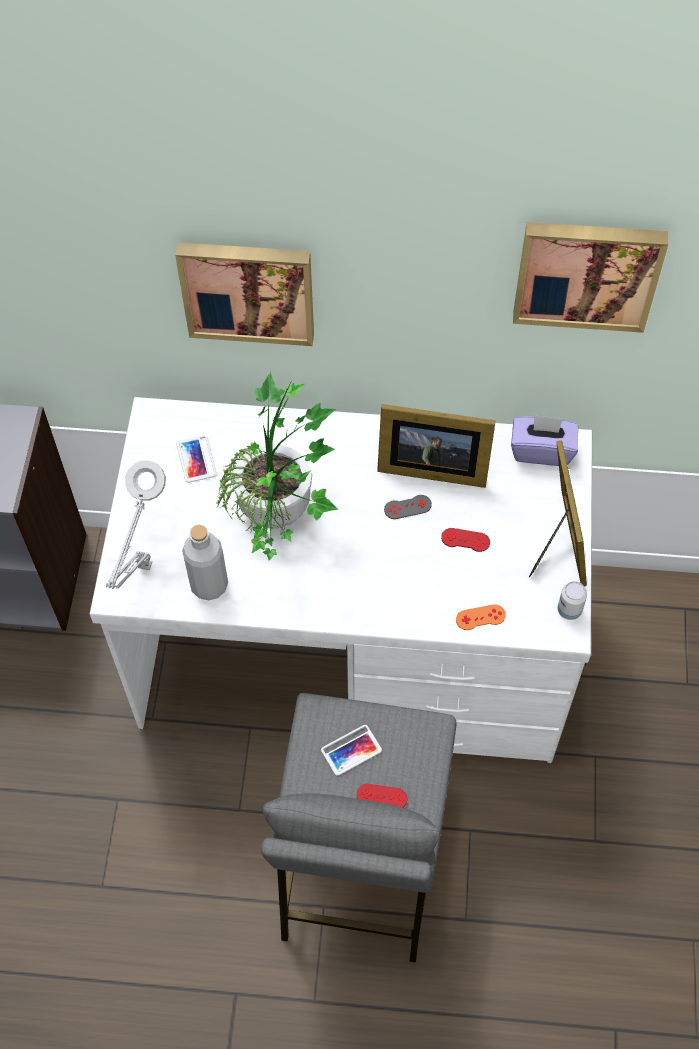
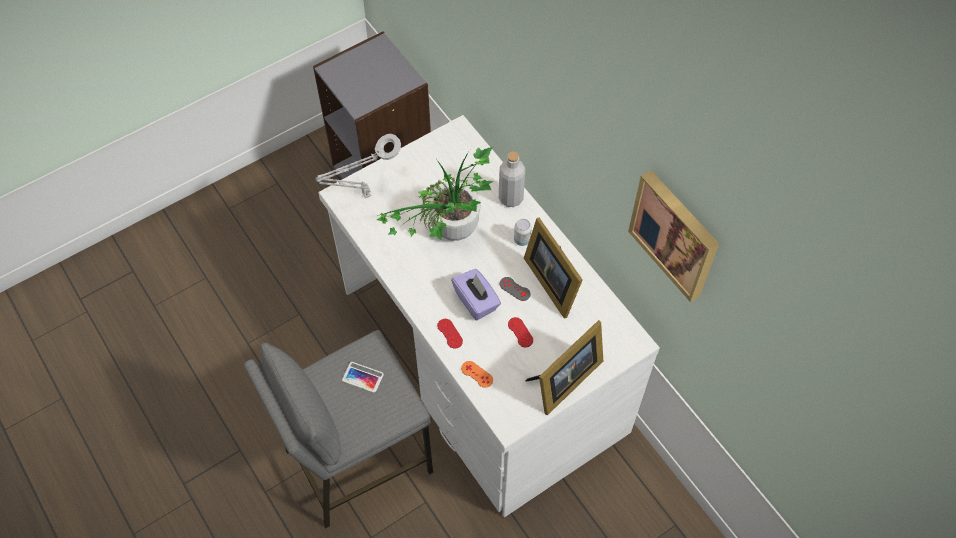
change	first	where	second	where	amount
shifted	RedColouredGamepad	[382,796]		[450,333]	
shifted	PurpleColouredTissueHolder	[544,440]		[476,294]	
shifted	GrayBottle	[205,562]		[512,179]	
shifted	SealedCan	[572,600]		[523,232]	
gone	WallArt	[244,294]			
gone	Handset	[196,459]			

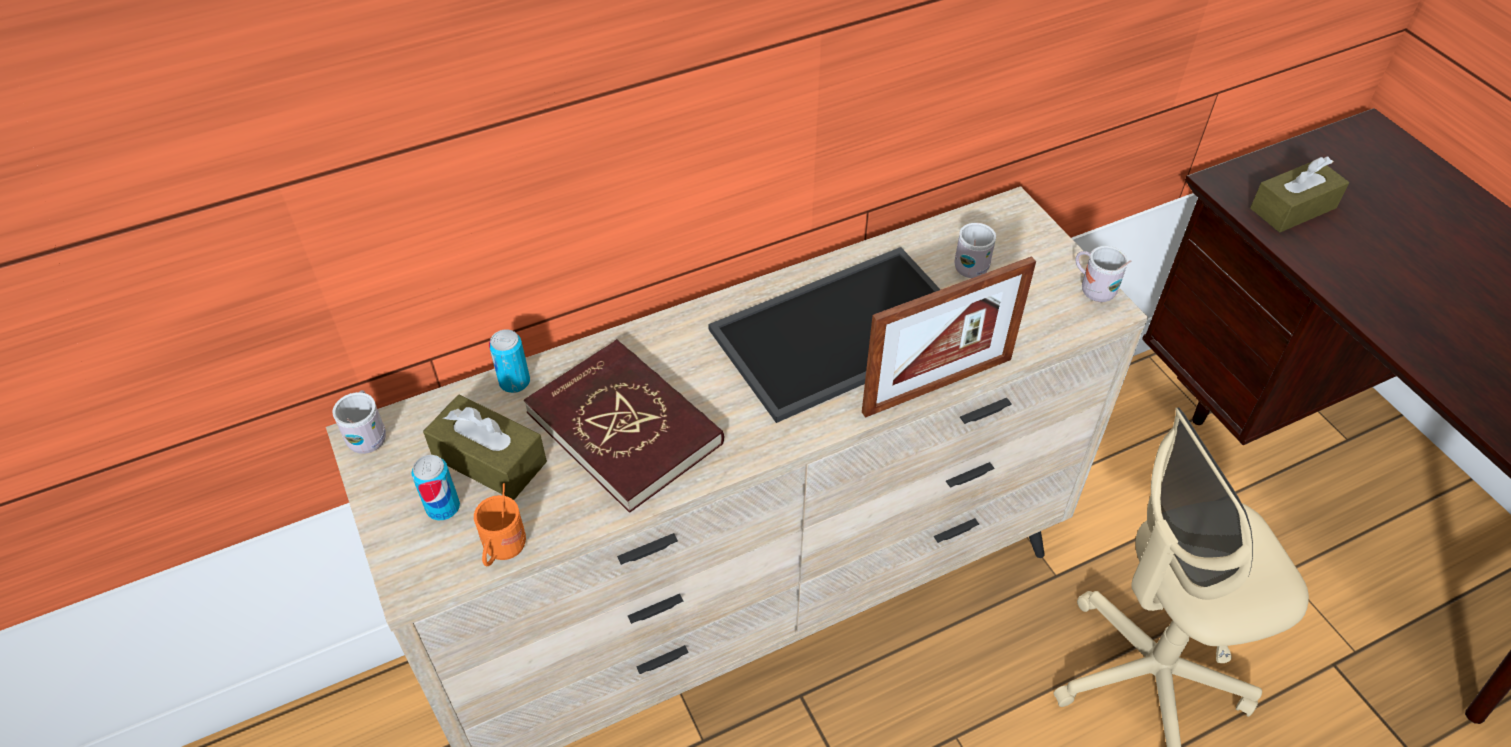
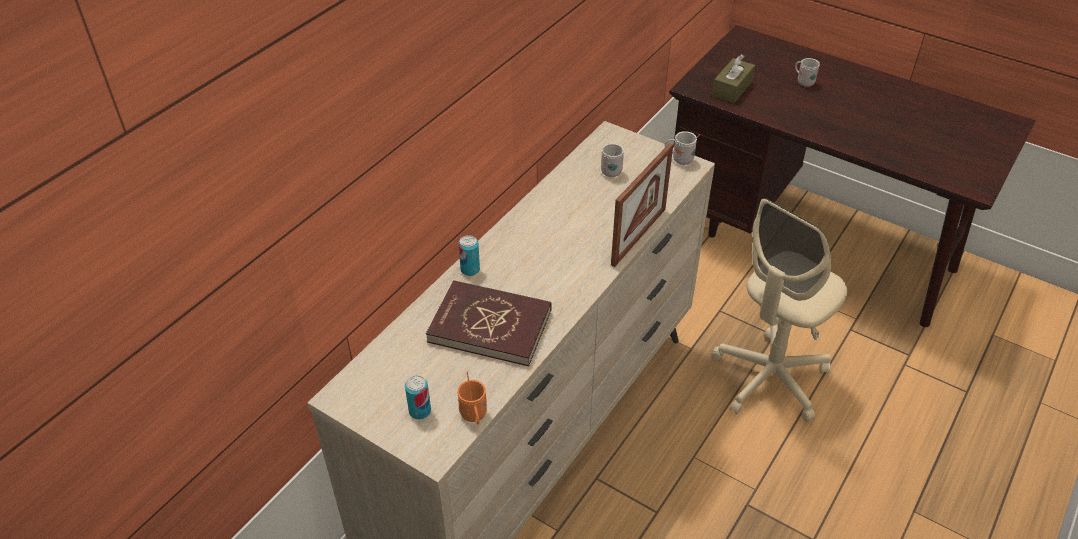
change	first	where	second	where	amount
shifted	SealedCan	[509,361]		[469,255]	
shifted	WhitishCoffeeMug	[359,422]		[807,72]	
gone	BrownishTissueHolder	[485,447]			
gone	ServingTray	[824,335]			

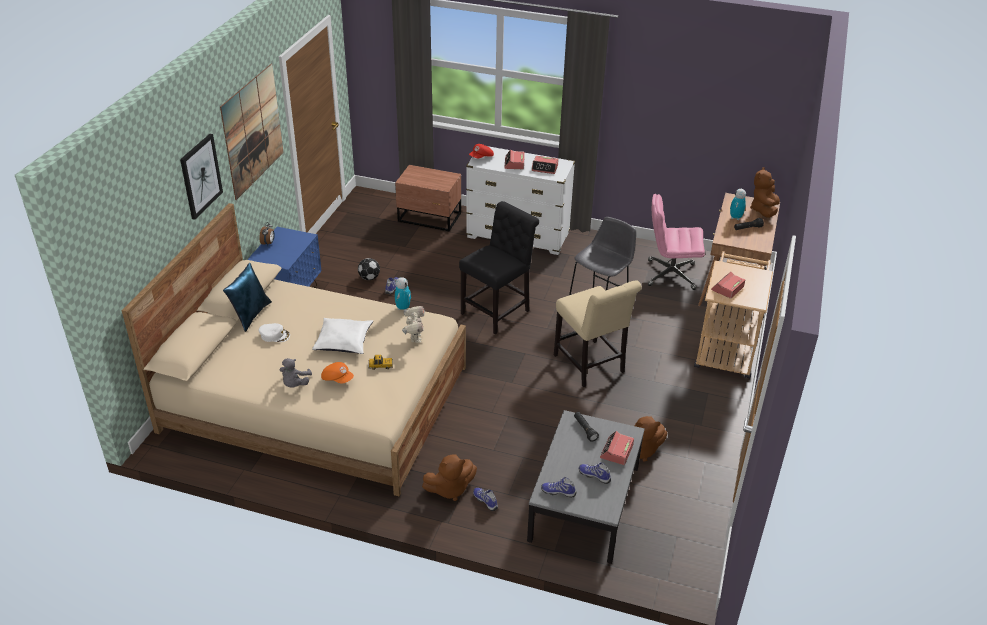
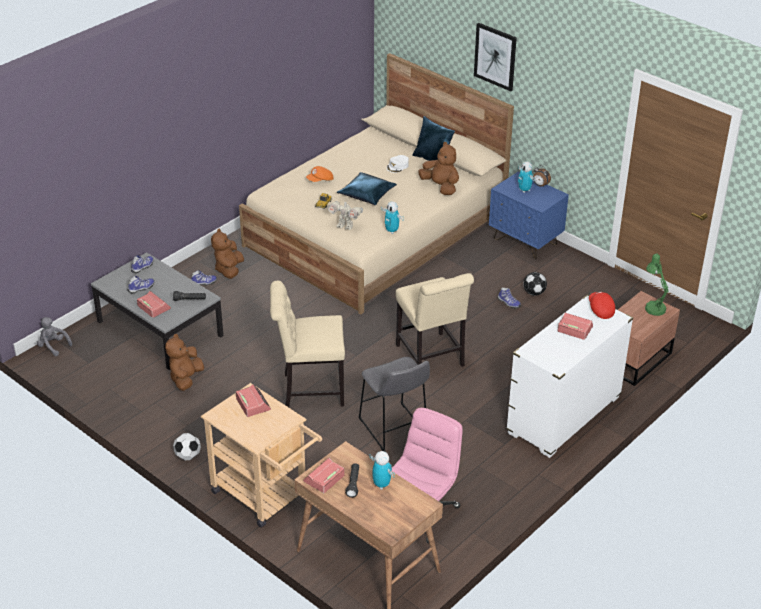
change	first	where	second	where	amount
shifted	GrayPlushToy	[295,372]		[54,336]	
new			Football	[187,446]	
shifted	TableClock	[545,165]		[323,475]	
repainted	WhitishPillow	[342,336]	BluePillow	[367,188]	
repainted	BlackUprightChair	[499,267]	SandColouredUprightChair	[435,320]	
shifted	BrownishPlushToy	[765,192]		[438,168]	
new			ToyRobot	[526,177]	
new			GreenTableLamp	[657,284]	
gone	WallArt	[252,132]			

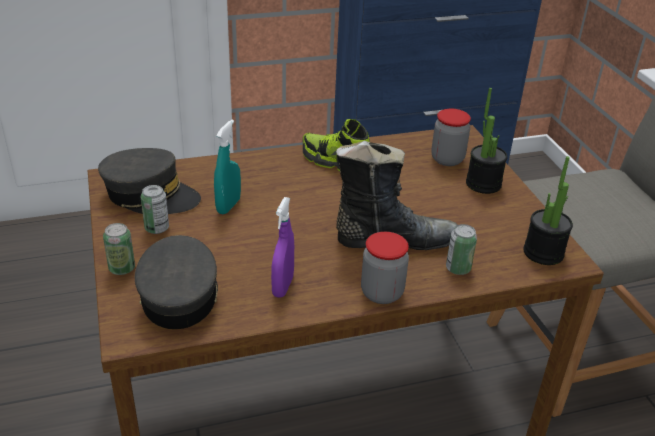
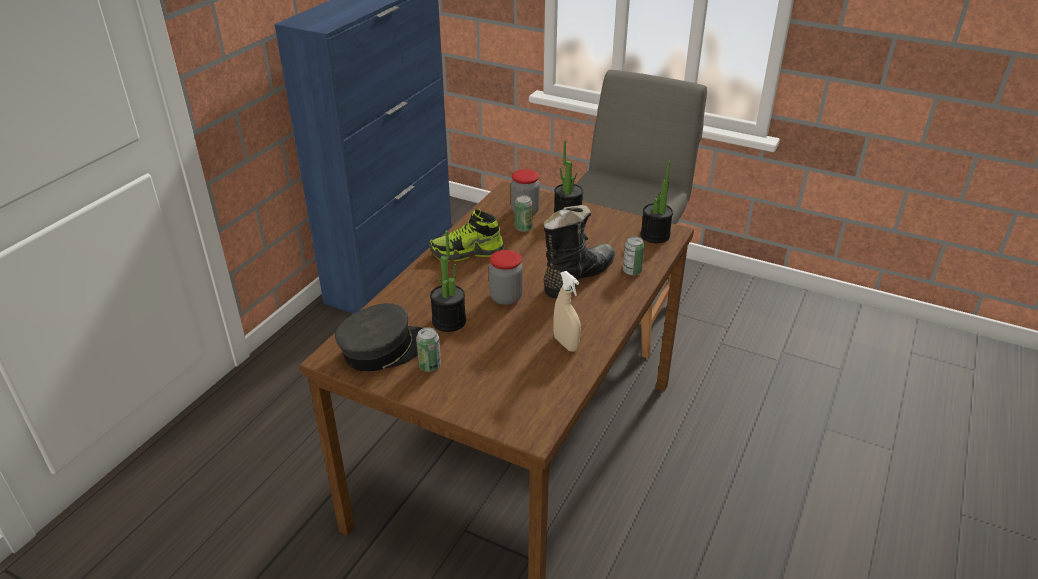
change	first	where	second	where	amount
swapped	TurquoiseHandSprayer	[227,167]	Houseplant	[448,281]	
shifted	Jar	[385,268]		[506,277]	
shifted	SealedCan	[119,249]		[524,213]	
repainted	PurpleColouredHandSprayer	[282,247]	SandColouredHandSprayer	[567,311]	
gone	GrayPeakedCap	[176,282]			

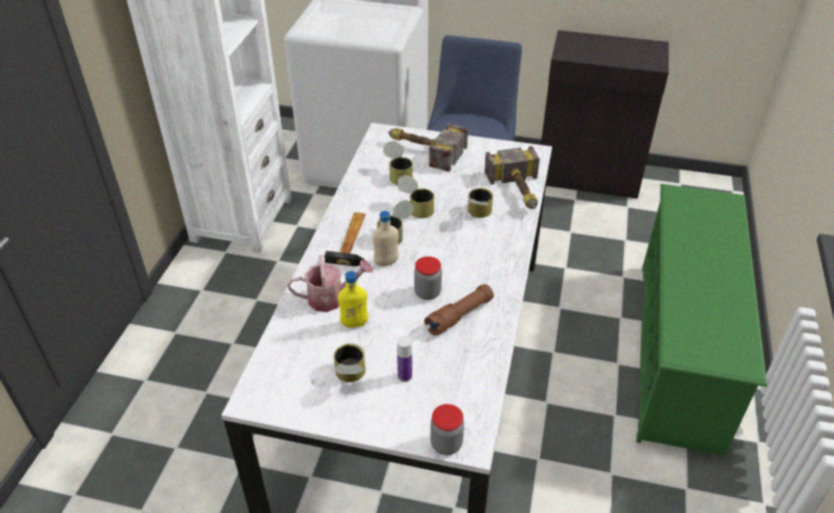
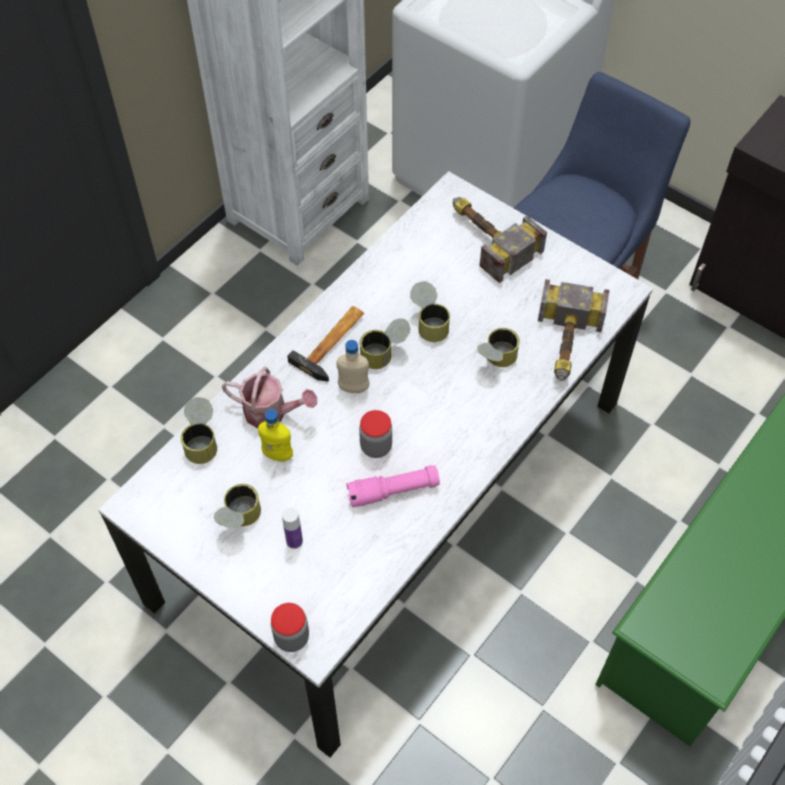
change	first	where	second	where	amount
shifted	SealedCan	[398,163]		[199,430]	
repainted	BrownishFlashlight	[459,310]	PinkishFlashlight	[393,486]	

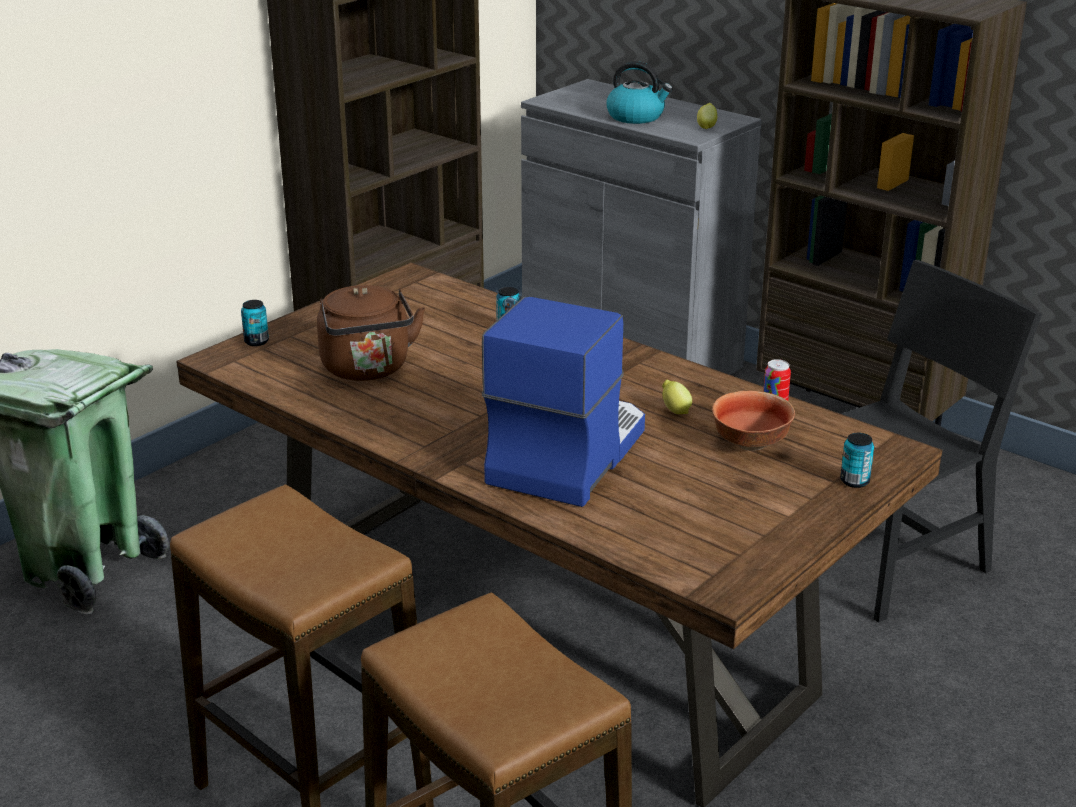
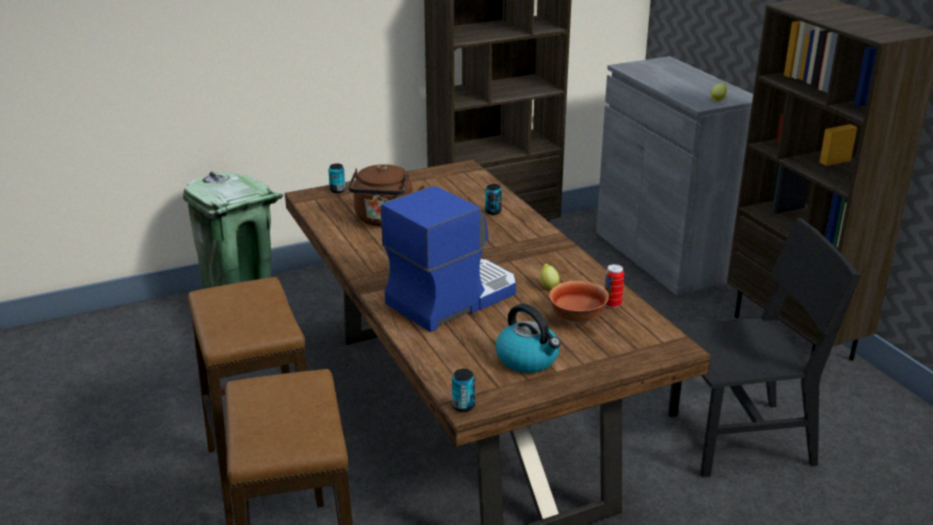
change	first	where	second	where	amount
shifted	SealedCan	[857,460]		[463,390]	
shifted	Kettle	[639,92]		[528,338]	

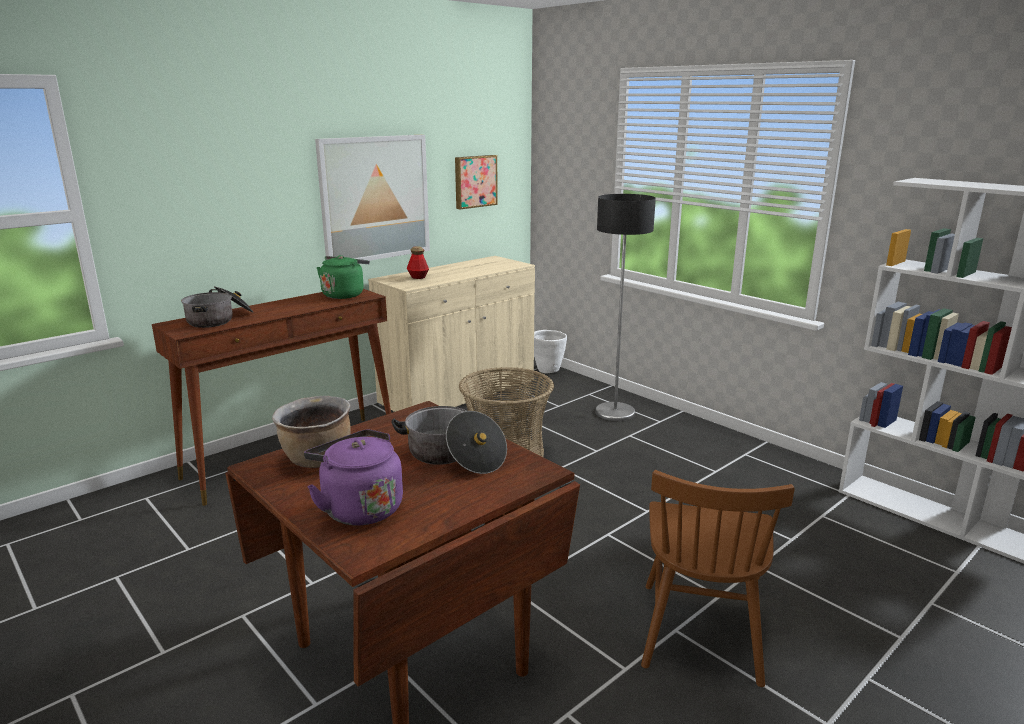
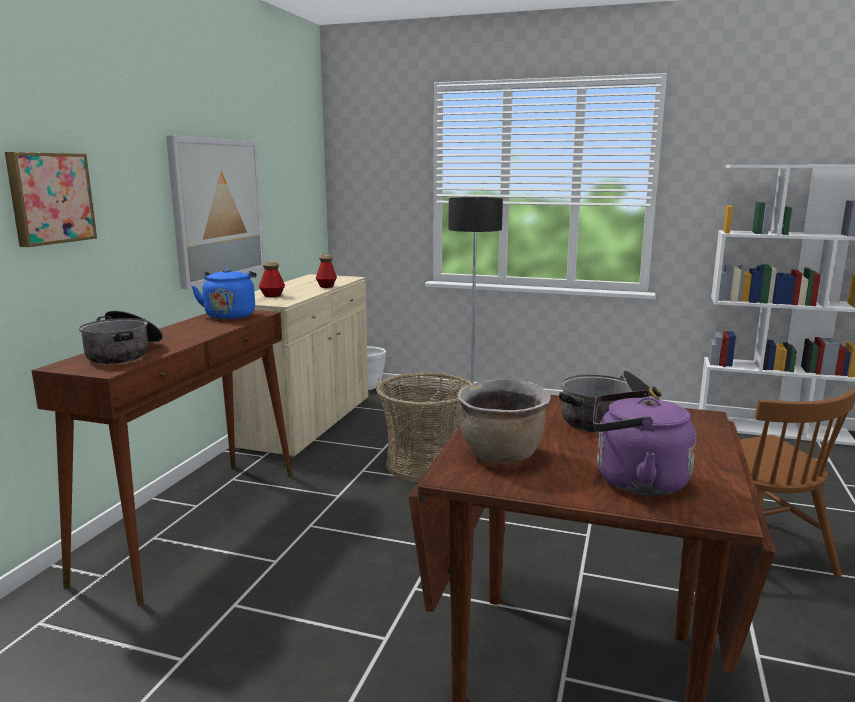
change	first	where	second	where	amount
shifted	WallArt	[476,182]		[51,199]	
repainted	GreenKettle	[343,277]	BlueKettle	[224,293]	
new			Bottle	[326,271]	

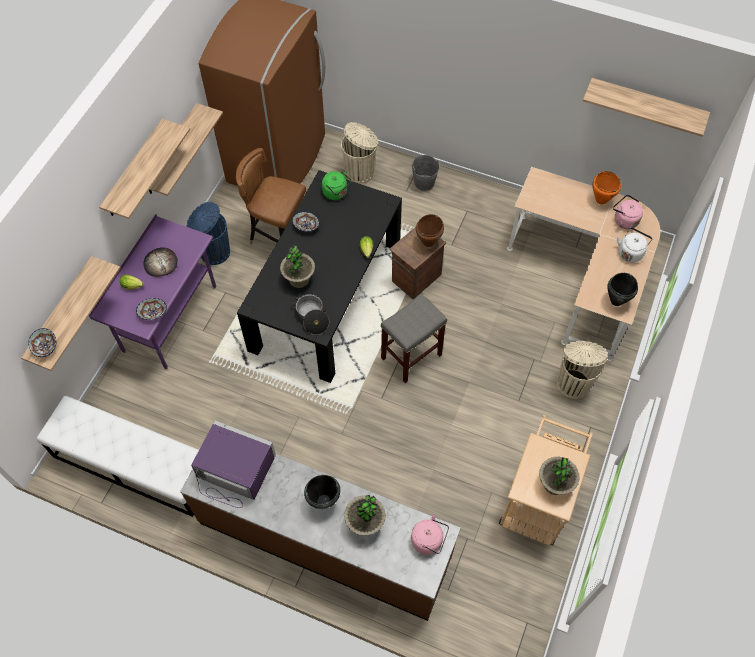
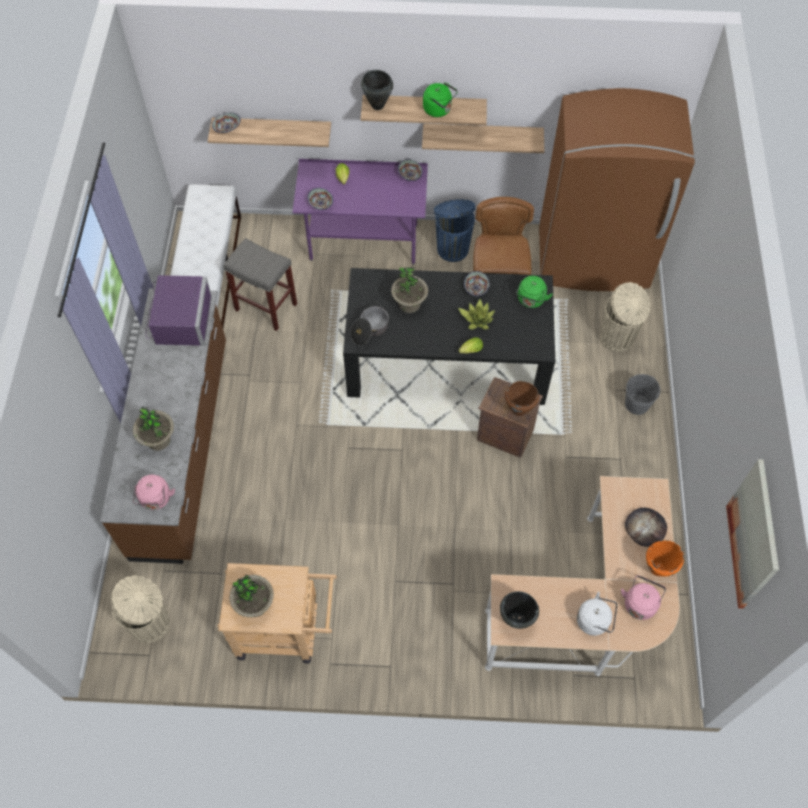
change	first	where	second	where	amount
shifted	SandColouredWasteBin	[582,370]		[139,609]	
shifted	GraySittingStool	[414,338]		[260,284]	
shifted	BlackStockpot	[322,492]		[377,90]	
new			Bowl	[410,170]	
new			GreenKettle	[440,99]	
new			Houseplant	[476,314]	
shifted	Bread	[160,262]		[646,527]	
swapped	WallShelf	[646,107]	WallArt	[752,534]	

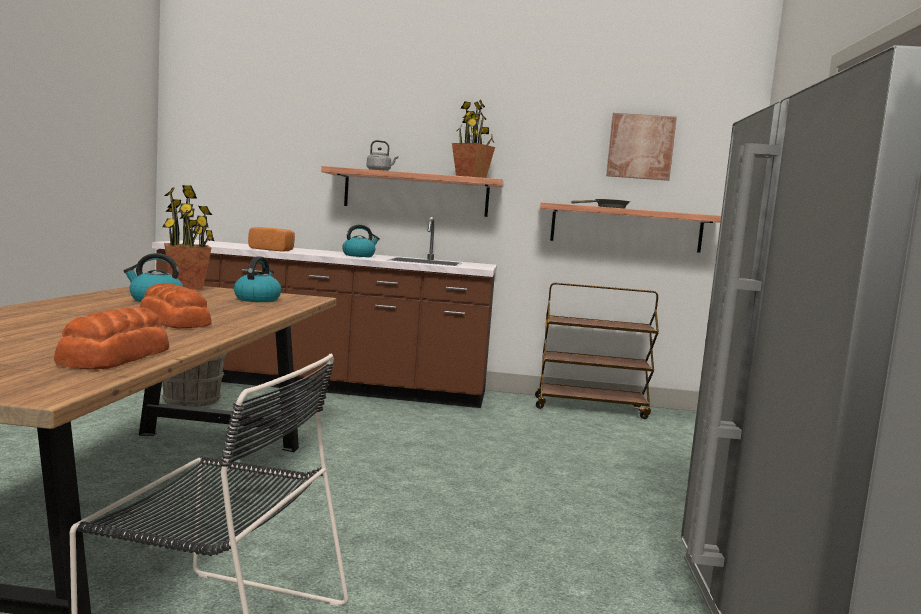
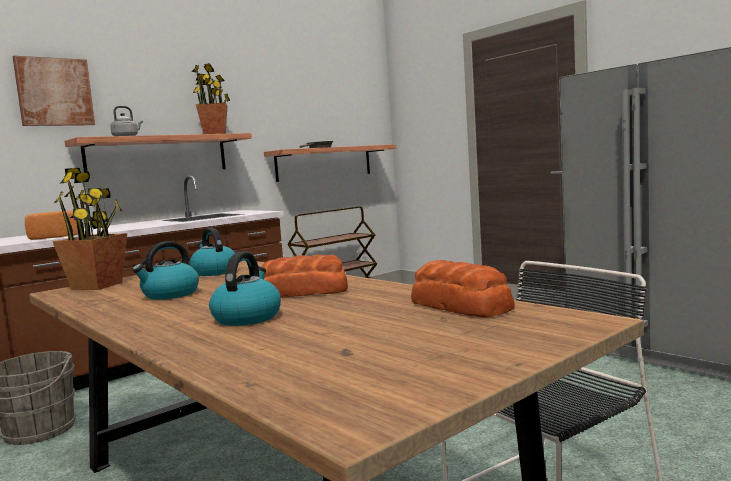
change	first	where	second	where	amount
shifted	WallArt	[641,147]		[54,91]	
shifted	Kettle	[361,241]		[245,289]	

